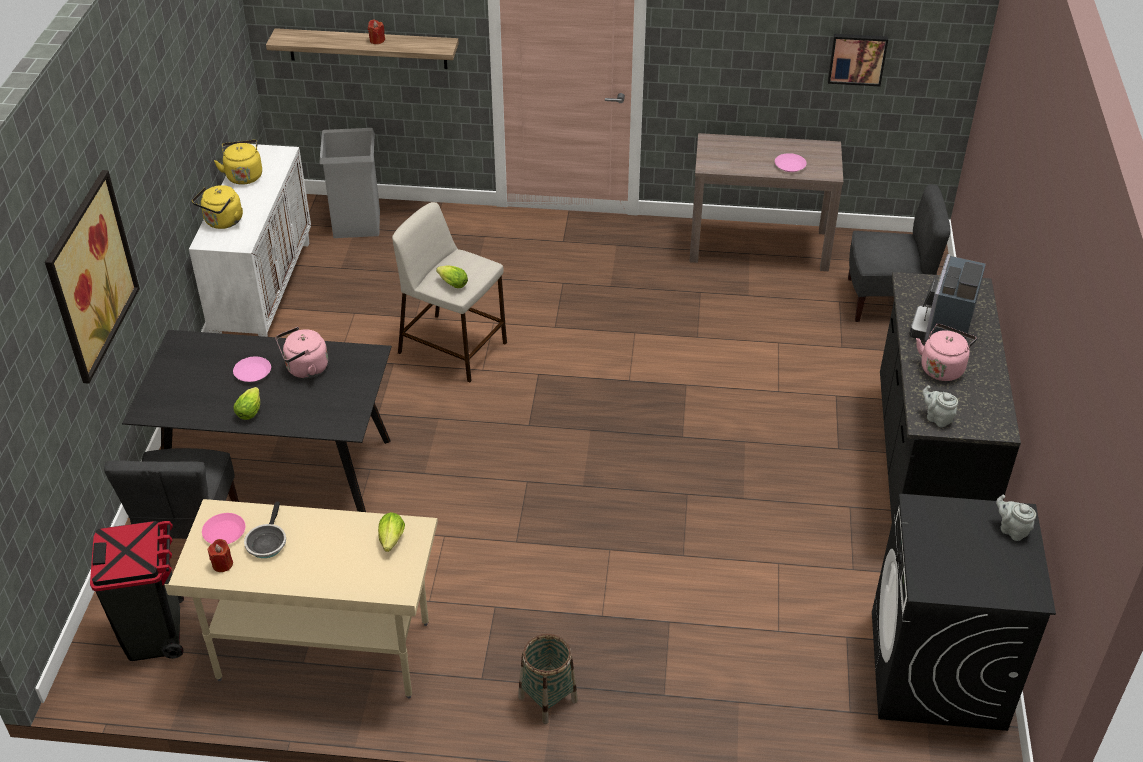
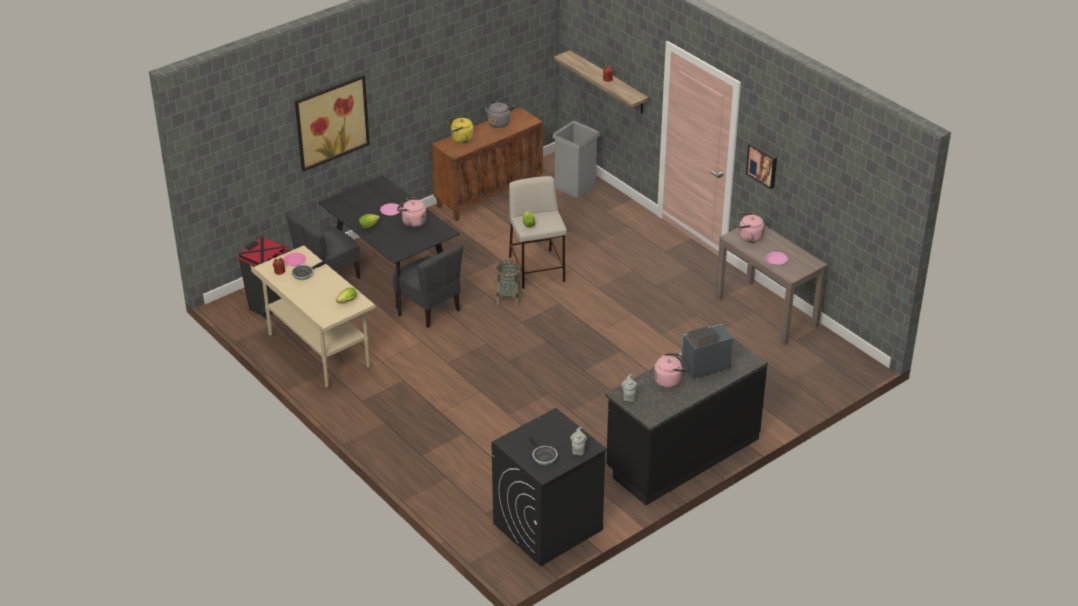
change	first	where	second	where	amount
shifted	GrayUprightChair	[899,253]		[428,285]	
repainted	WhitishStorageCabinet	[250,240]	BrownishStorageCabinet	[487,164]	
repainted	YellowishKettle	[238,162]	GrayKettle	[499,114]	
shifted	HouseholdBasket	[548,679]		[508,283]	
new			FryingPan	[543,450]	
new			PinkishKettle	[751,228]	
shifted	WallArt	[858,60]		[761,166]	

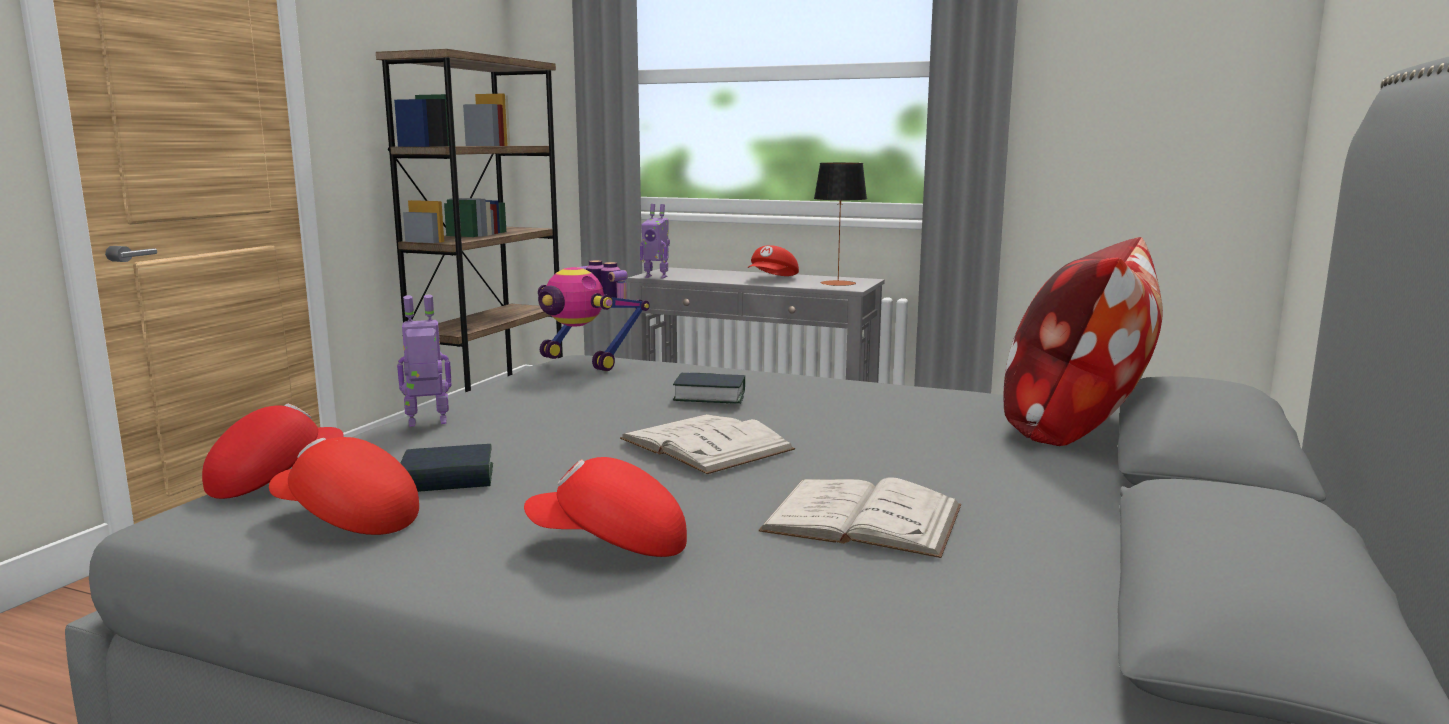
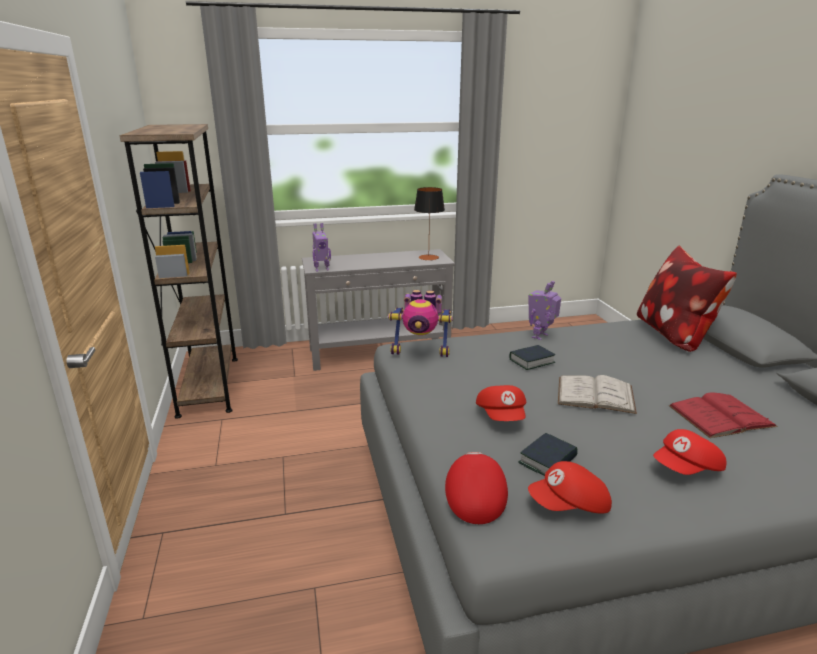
change	first	where	second	where	amount
shifted	RedColouredPeakedCap	[773,260]		[501,403]	
shifted	ToyRobot	[424,360]		[544,310]	
repainted	WhitishVolume	[860,517]	RedColouredVolume	[723,415]	

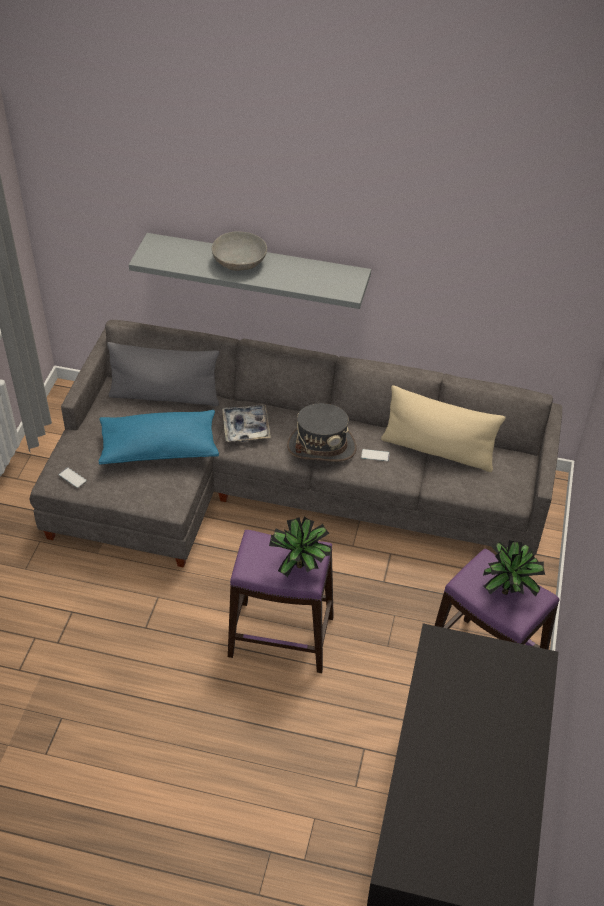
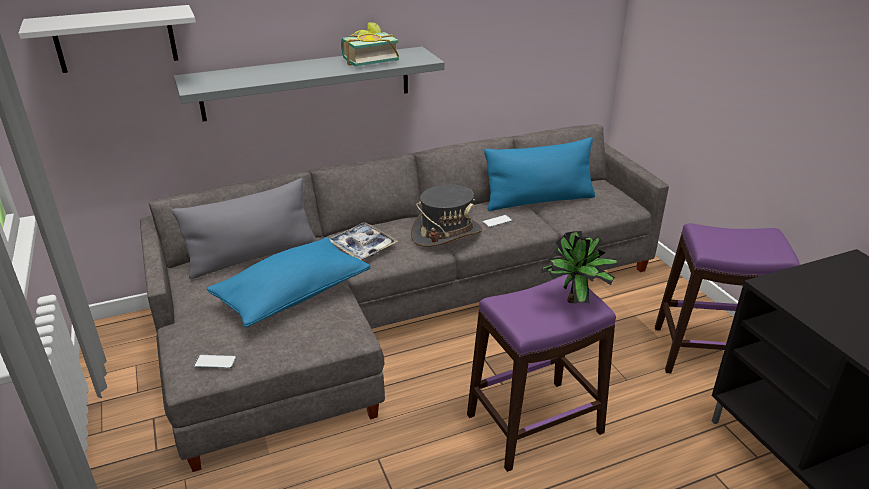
change	first	where	second	where	amount
new			WhitishWallShelf	[107,39]	
new			Volume	[370,44]	
repainted	SandColouredPillow	[443,428]	BluePillow	[539,174]	
gone	GrayBowl	[239,251]			
gone	Houseplant	[514,568]			

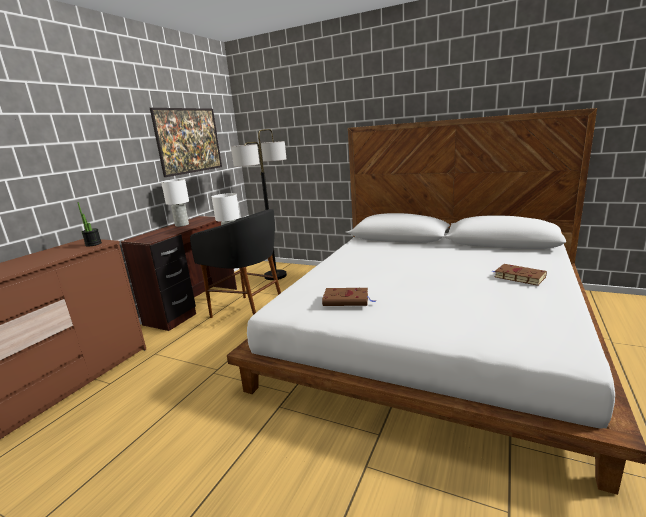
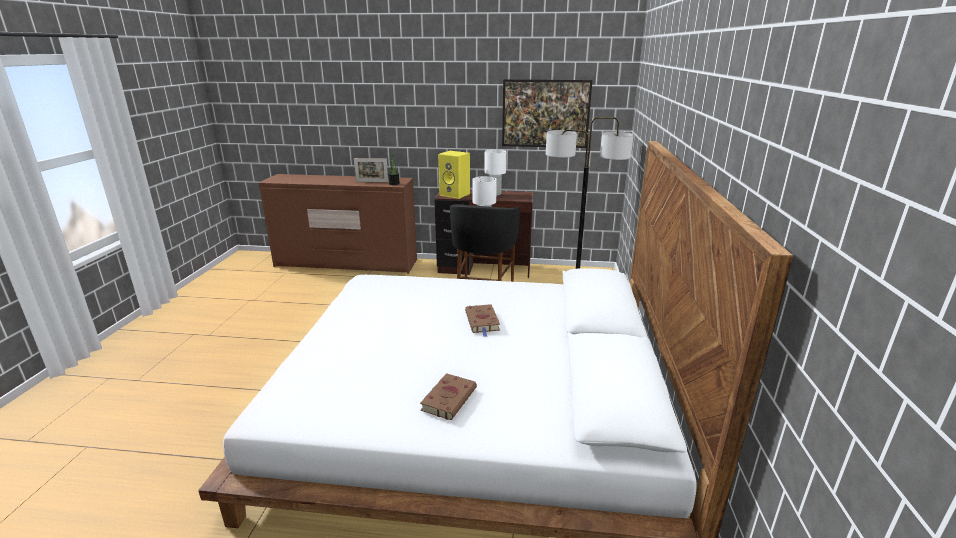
change	first	where	second	where	amount
new			PhotoFrame	[371,170]	
new			YellowishSpeaker	[454,175]	
shifted	BrownishVolume	[349,297]		[482,320]	

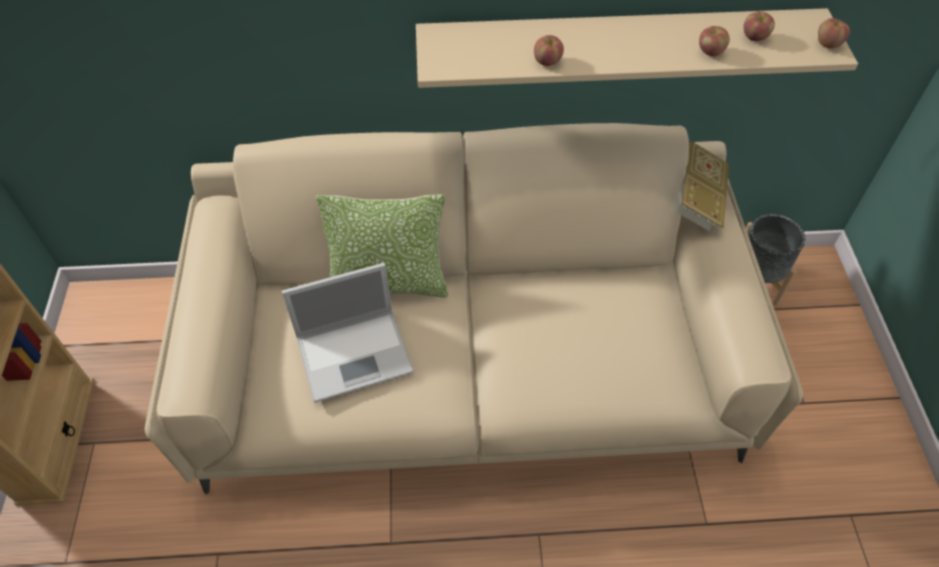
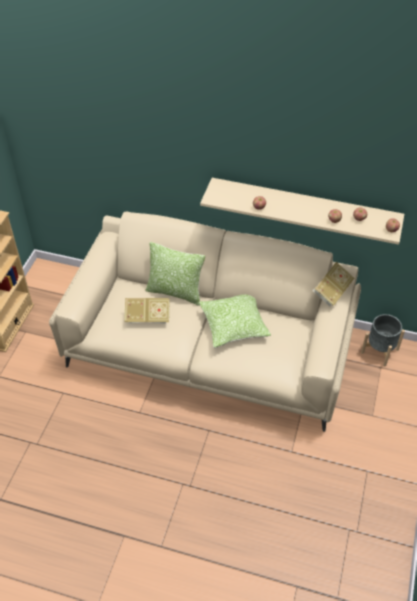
change	first	where	second	where	amount
swapped	NotebookComputer	[348,333]	Volume	[147,311]	
new			Pillow	[235,321]	

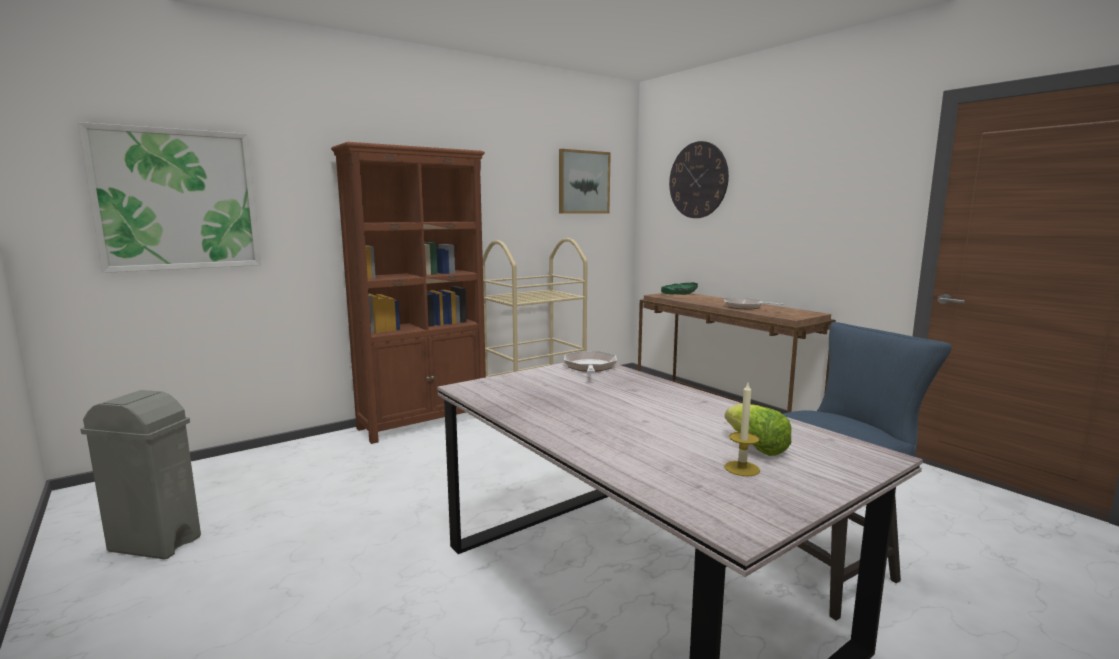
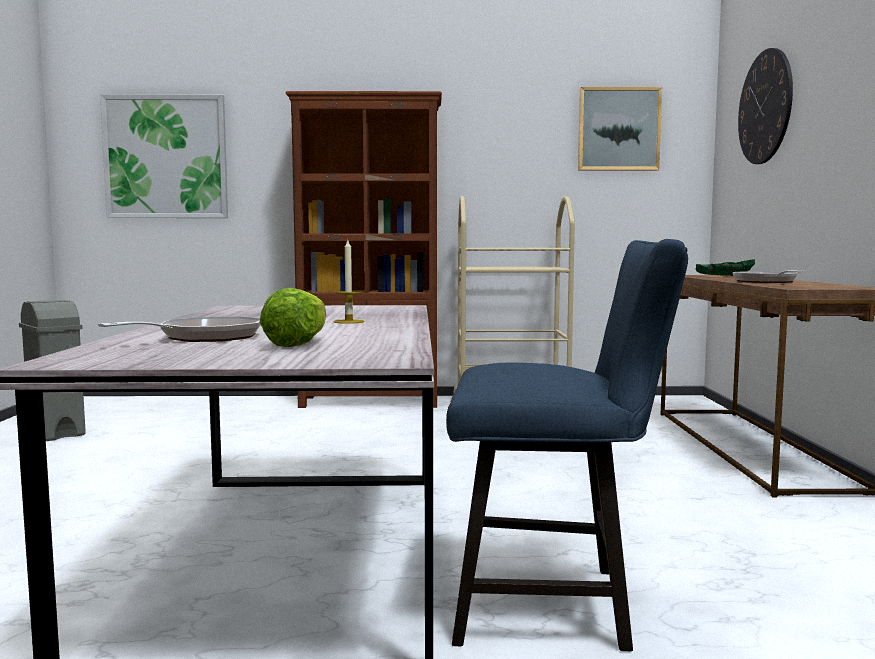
change	first	where	second	where	amount
shifted	FryingPan	[590,361]		[179,329]	
shifted	WaxCandle	[742,429]		[349,282]	

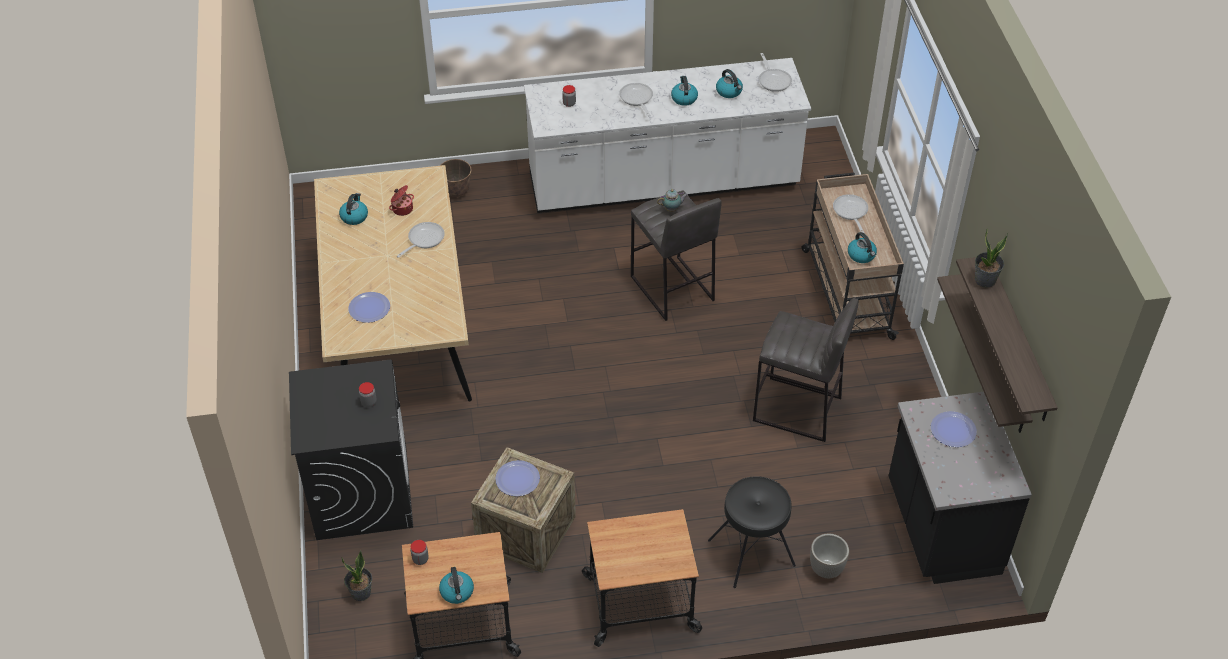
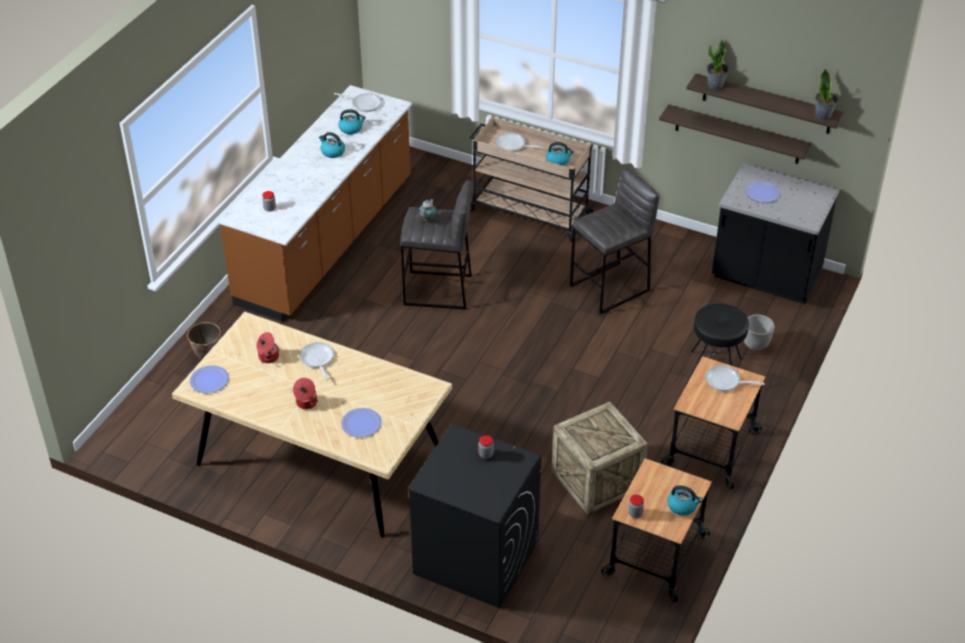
change	first	where	second	where	amount
shifted	DinnerPlate	[517,478]		[209,379]	
repainted	WhitishKitchenBaseUnit	[667,135]	BrownishKitchenBaseUnit	[315,203]	
new			Stockpot	[305,393]	
shifted	FryingPan	[636,100]		[735,378]	
shifted	Houseplant	[356,575]		[826,94]	
gone	Kettle	[353,209]			

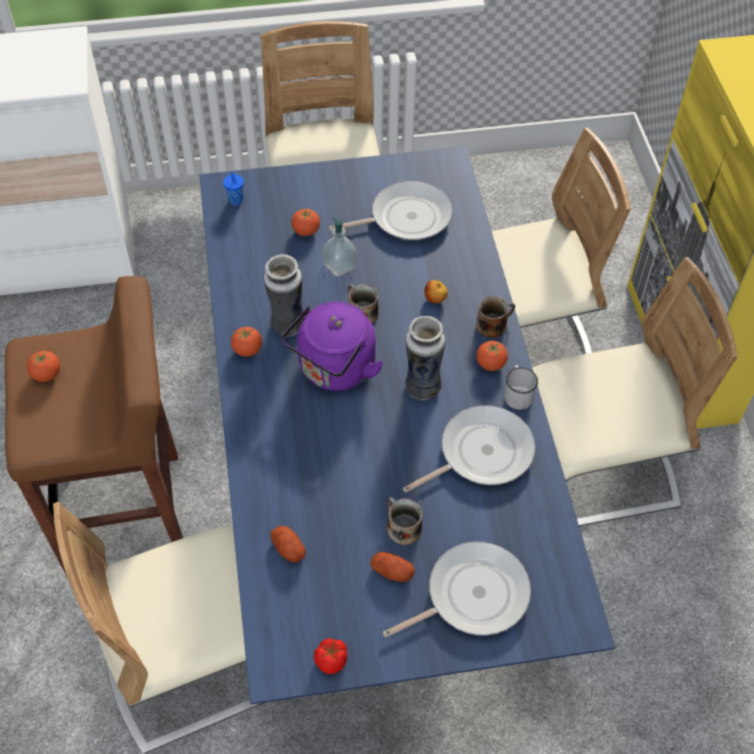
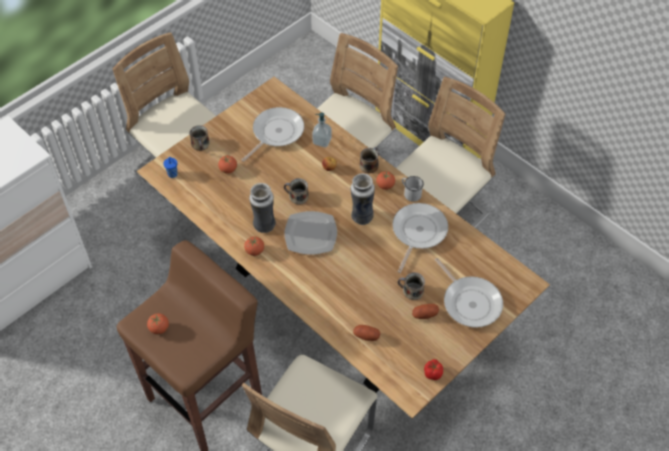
change	first	where	second	where	amount
repainted	BlueDinnerTable	[407,425]	BrownishDinnerTable	[343,248]	
new			CoffeeMug	[199,138]	
swapped	PurpleColouredKettle	[332,346]	DinnerPlate	[310,233]	
shifted	LiquidSoapBottle	[339,247]		[322,130]	
rotated	FryingPan	[457,589]		[469,293]	120 degrees clockwise

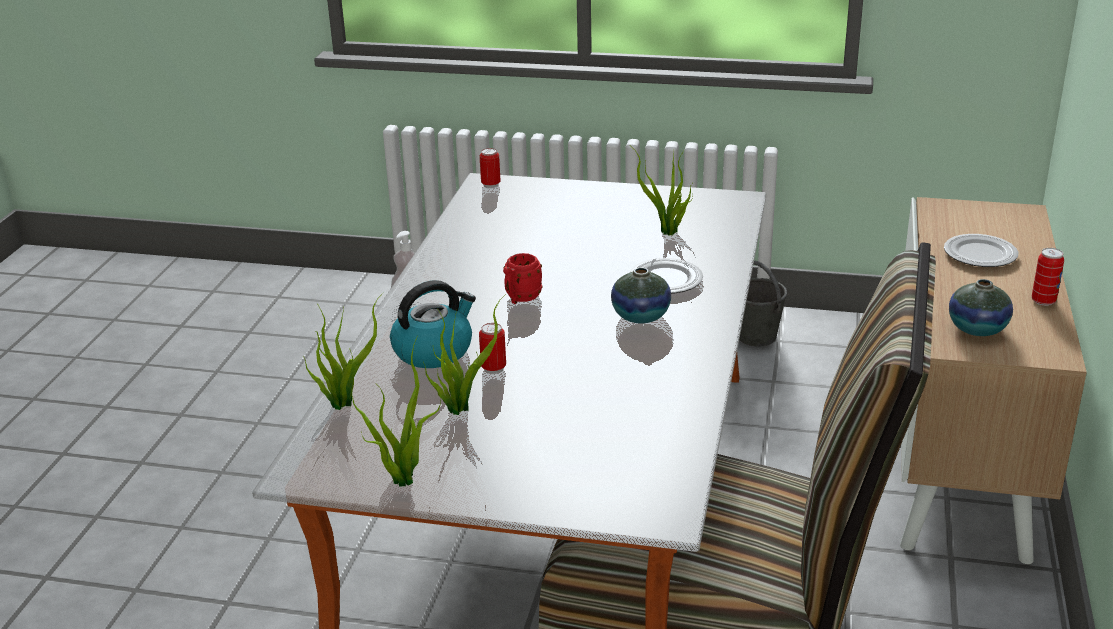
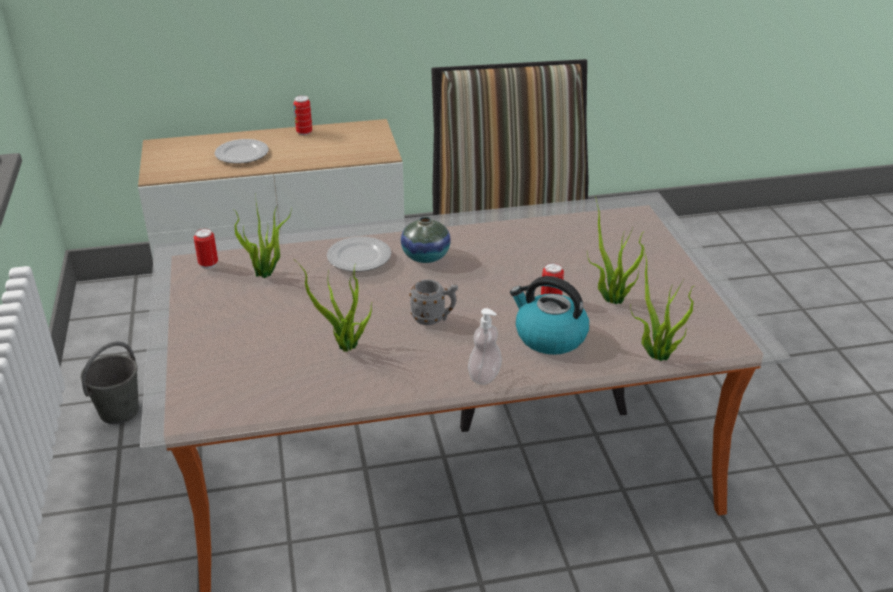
change	first	where	second	where	amount
shifted	SealedCan	[490,168]		[206,248]	
shifted	Houseplant	[396,410]		[333,305]	
repainted	RedColouredCoffeeMug	[523,278]	GrayCoffeeMug	[434,302]	
gone	DecorativeVase	[981,307]			

